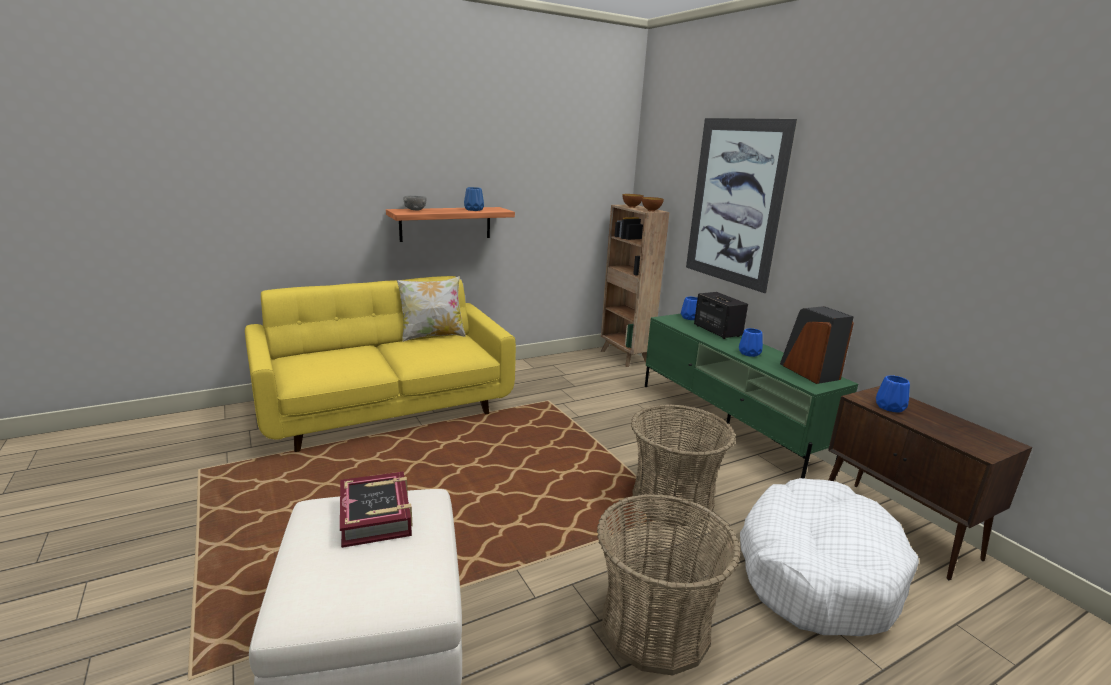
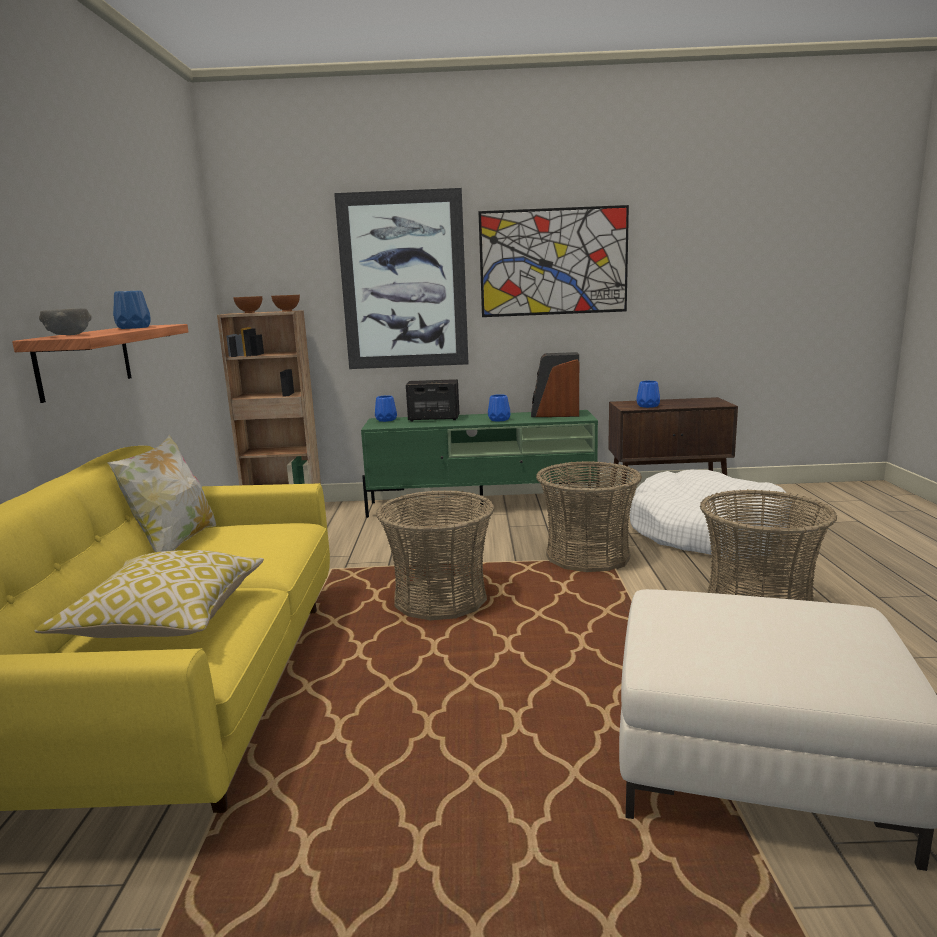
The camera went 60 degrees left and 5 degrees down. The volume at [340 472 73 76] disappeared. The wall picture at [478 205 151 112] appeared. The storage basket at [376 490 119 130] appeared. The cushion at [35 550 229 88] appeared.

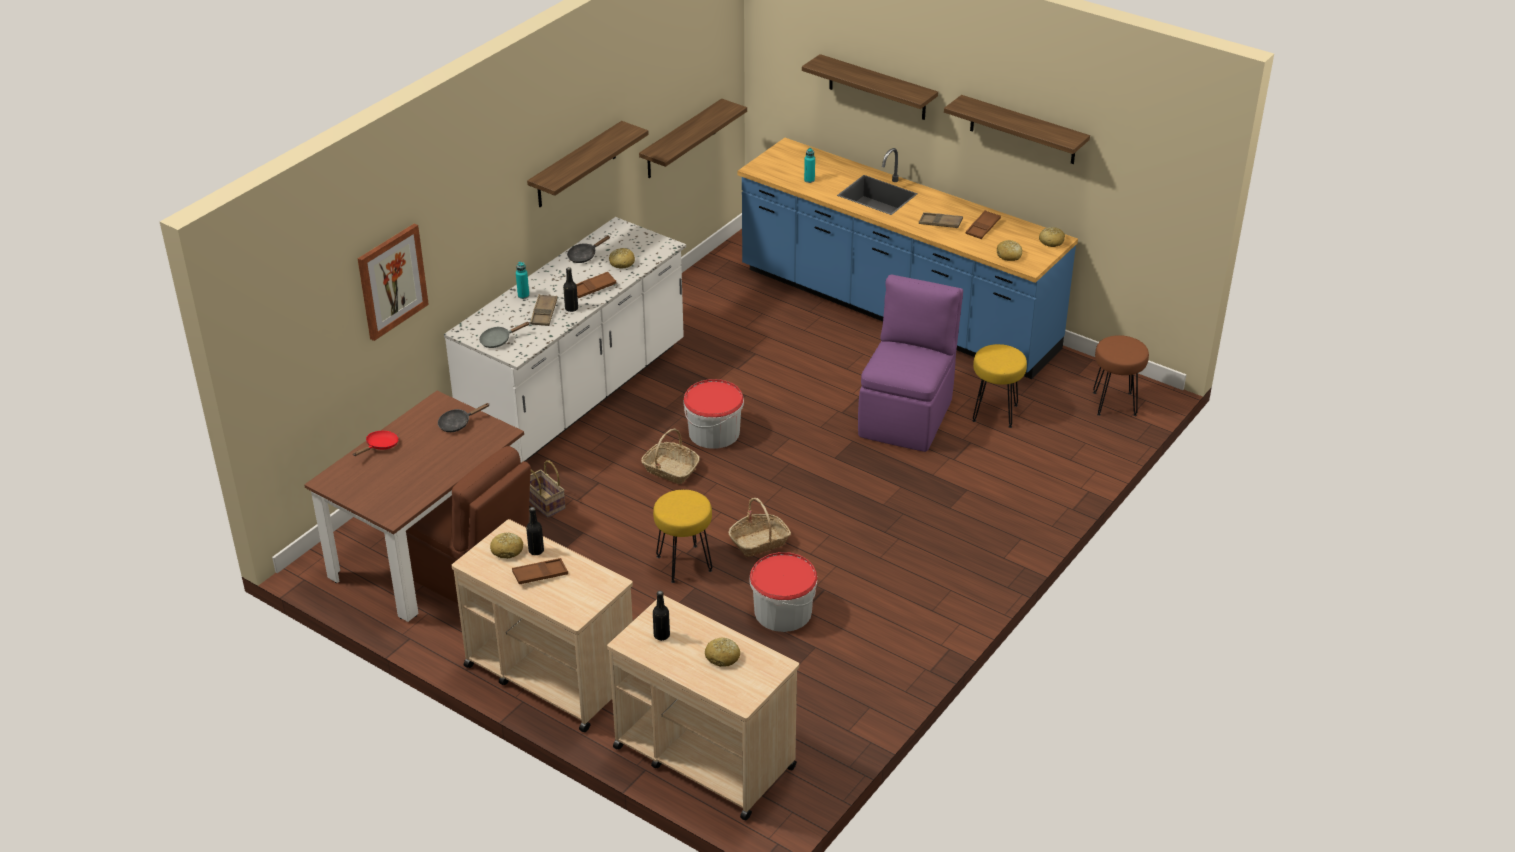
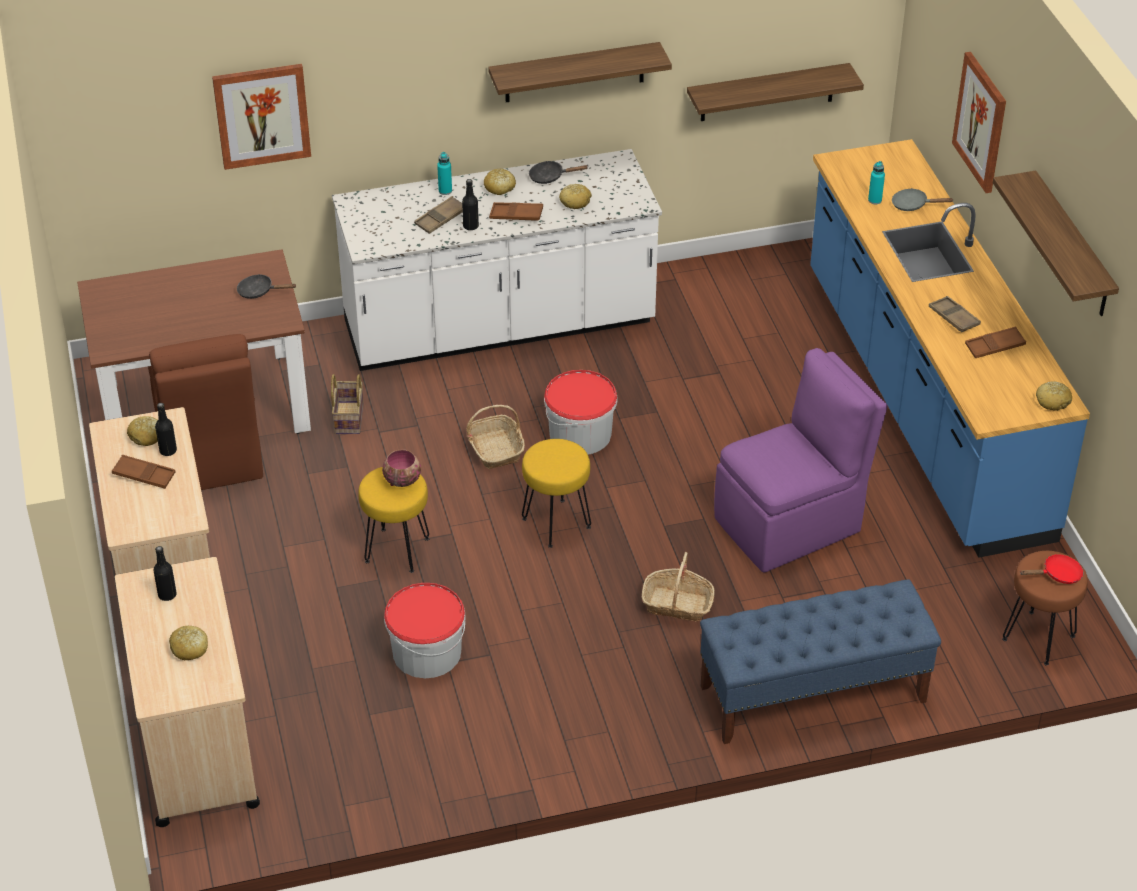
The camera went 40 degrees right and 5 degrees up. The wall shelf at [802 54 136 66] was replaced by the wall picture at [952 52 54 141]. The bakery bread moved from [997 240 25 21] to [484 169 32 26]. The gray skillet moved from [479 322 50 26] to [892 188 62 23]. The yellow sitting stool moved from [972 344 55 84] to [522 439 69 109]. The red-coloured skillet moved from [353 431 46 25] to [1019 554 65 30]. The storage basket moved from [728 498 63 59] to [642 552 72 69]. The serving bowl at [382 449 39 38] appeared. The blue bench at [700 579 241 165] appeared.

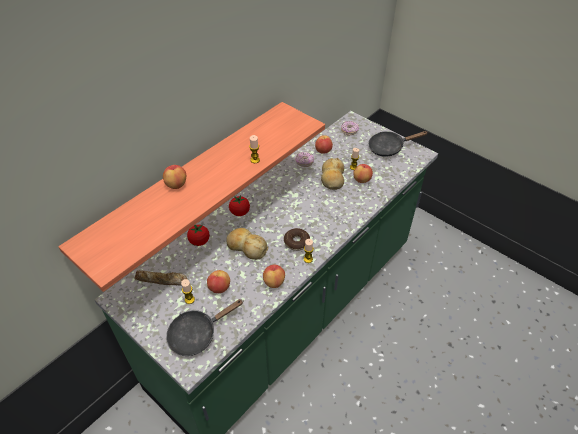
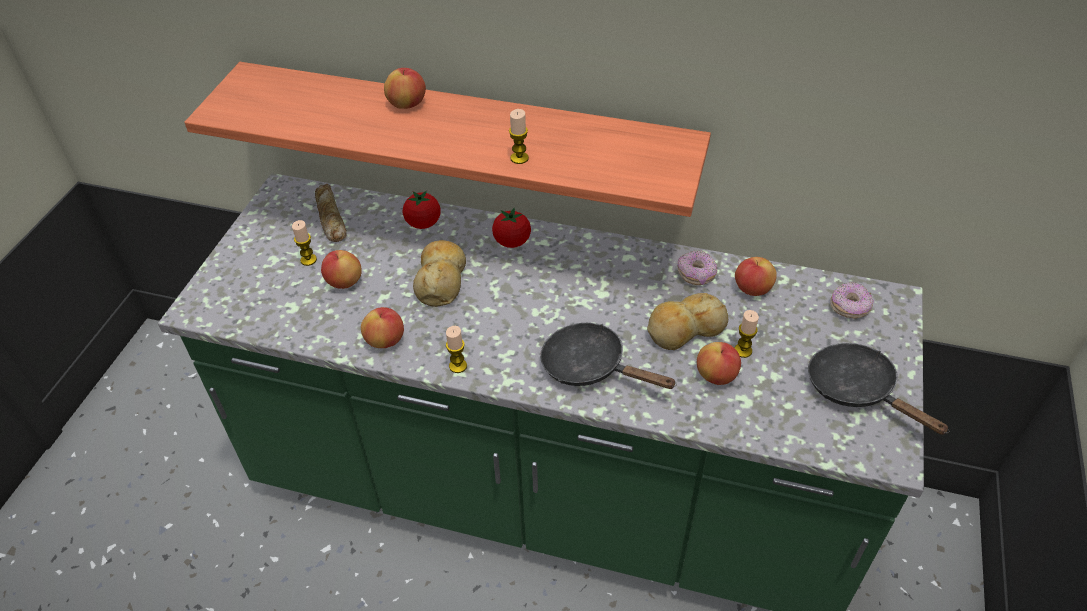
The camera went 65 degrees right and 0 degrees up. The doughnut at [284 228 26 23] disappeared. The black-coloured skillet moved from [166 299 78 57] to [540 323 137 66].

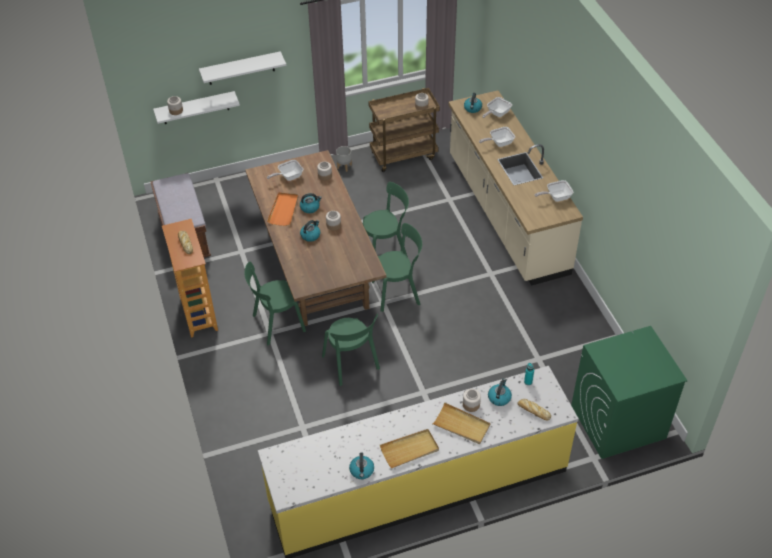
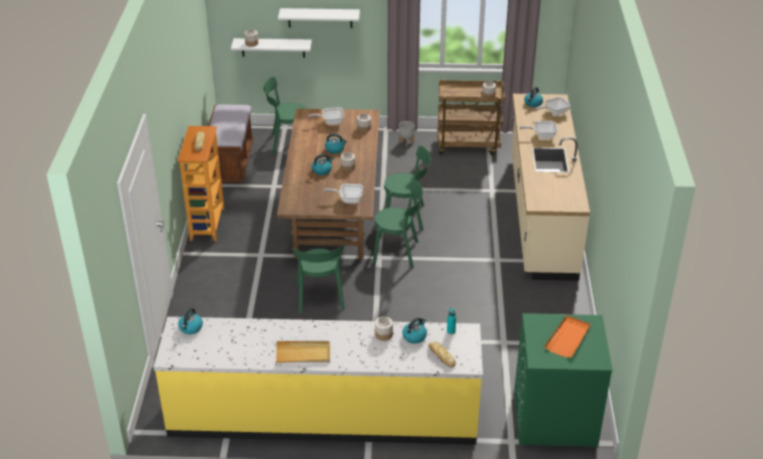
The camera went 20 degrees right and 10 degrees down. The skillet moved from [535 180 38 22] to [323 184 40 19]. The orange tray moved from [267 192 31 34] to [544 315 47 43]. The greenish chair moved from [245 262 61 83] to [263 77 43 77]. The sand-coloured tray at [433 402 57 42] disappeared. The tea kettle moved from [349 453 25 26] to [178 308 25 26].

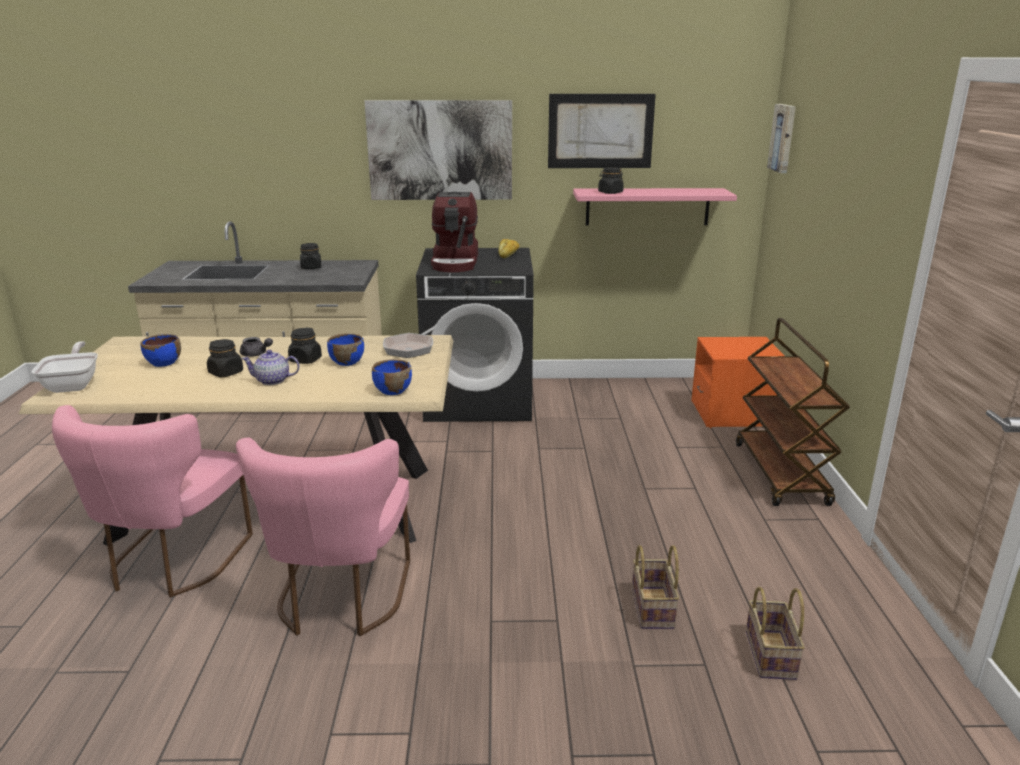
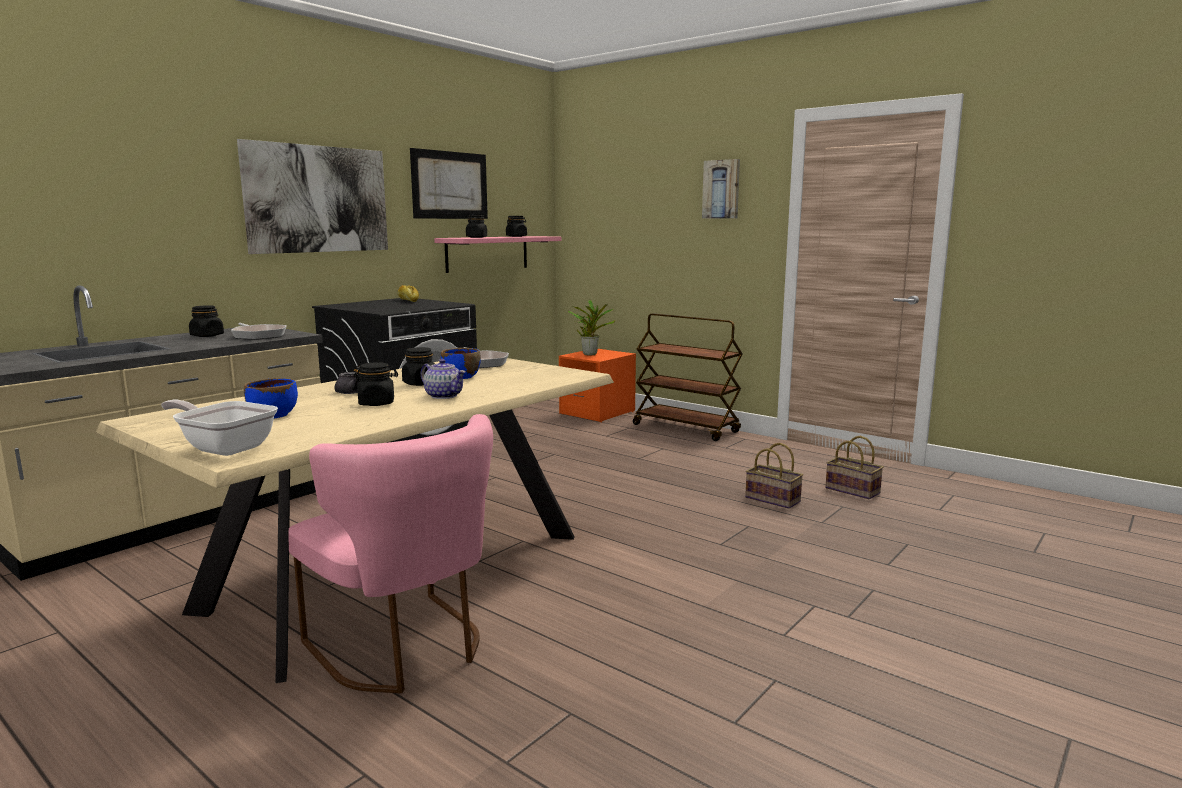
The camera went 50 degrees left and 10 degrees down. The wall picture moved from [767 104 29 69] to [702 159 38 59]. The coffee brewer at [431 192 47 80] disappeared. The teapot at [241 350 59 35] turned 90 degrees counterclockwise. The blue serving bowl at [372 359 40 36] disappeared. The pinkish chair at [236 438 174 198] disappeared. The black-coloured jar at [506 216 21 21] appeared. The houseplant at [568 300 47 55] appeared. The skillet at [231 323 56 17] appeared.

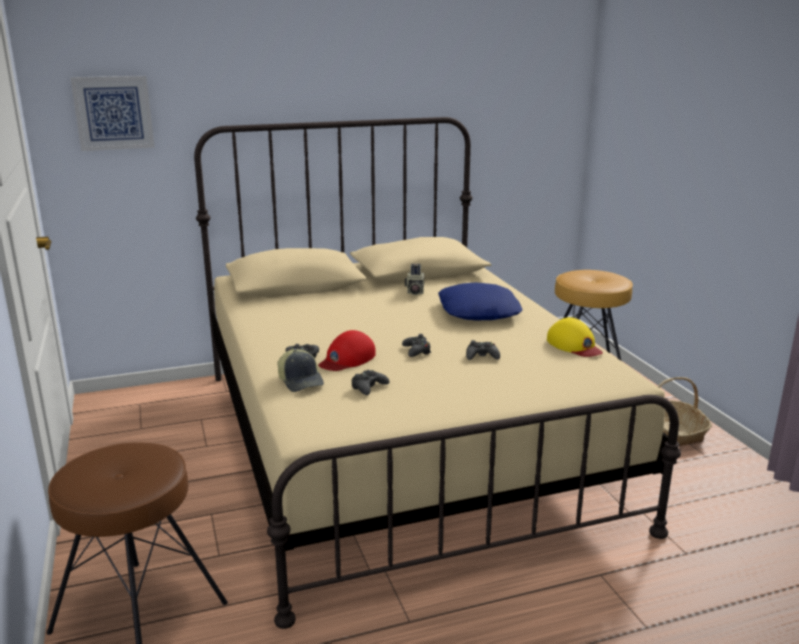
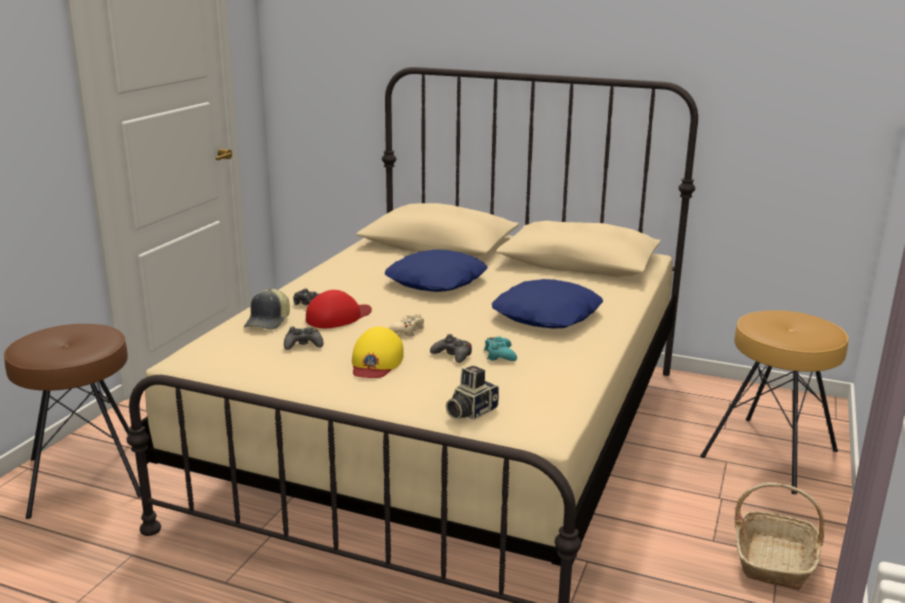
The camera went 40 degrees right and 0 degrees up. The wall picture at [70 76 85 75] disappeared. The photo camera moved from [405 264 20 31] to [446 365 53 55]. The yellow baseball cap moved from [547 317 56 40] to [352 327 52 51]. The red-coloured baseball cap at [318 330 58 41] turned 150 degrees clockwise. The black-coloured game controller at [402 334 29 23] became the sand-coloured game controller at [388 313 36 23]. The blue cushion at [385 249 102 43] appeared. The blue-green game controller at [484 336 33 25] appeared.

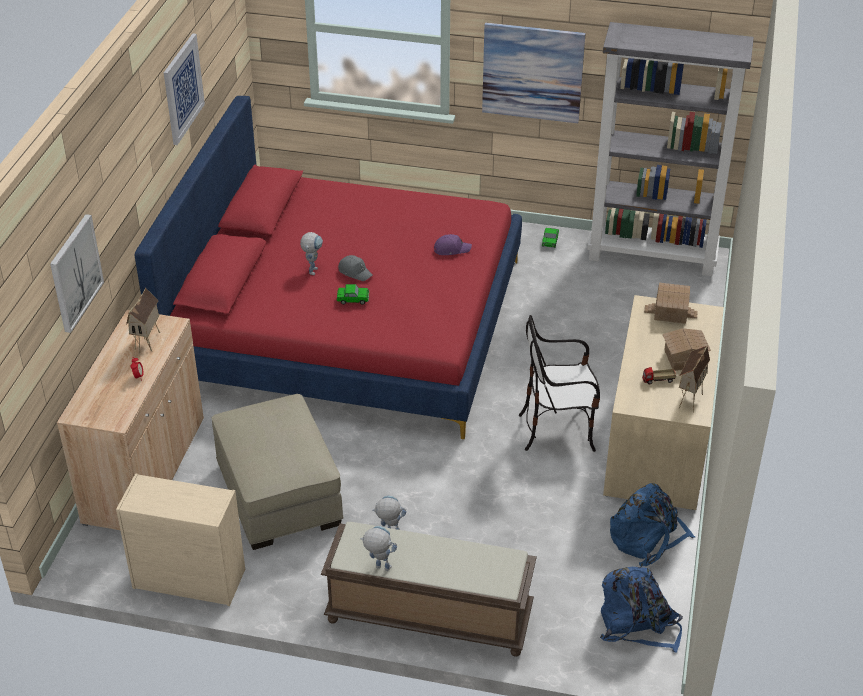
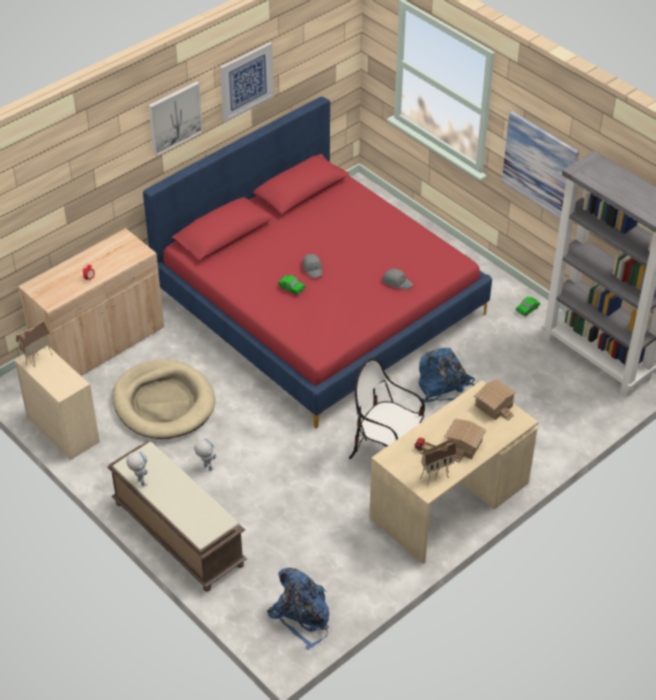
The camera went 35 degrees right and 5 degrees up. The wall picture moved from [50 214 54 119] to [148 81 55 75]. The model robot at [300 232 23 43] disappeared. The purple-coloured baseball cap at [434 234 38 21] became the gray baseball cap at [382 269 31 21]. The miniature house moved from [126 287 34 66] to [16 320 36 48]. The sand-coloured ottoman at [212 394 132 156] was replaced by the sand-coloured pet bed at [113 359 102 80]. The blue rucksack moved from [610 483 85 84] to [419 348 56 55].

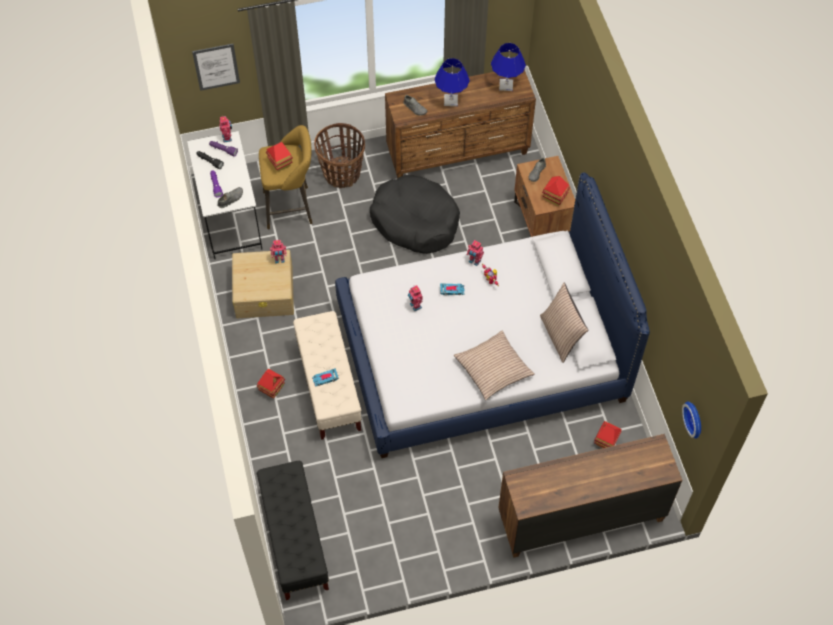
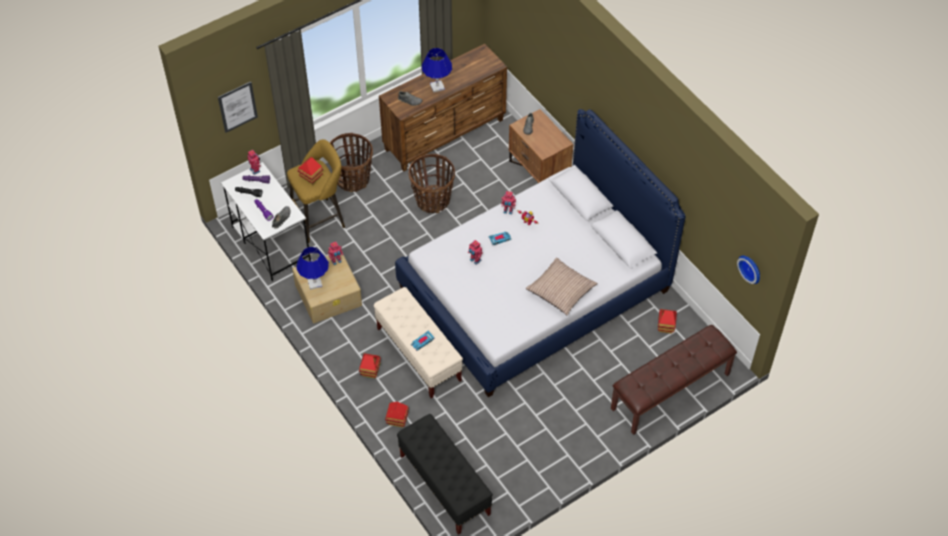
The camera went 20 degrees left and 5 degrees down. The blue lamp for a table moved from [491 43 35 48] to [296 247 33 43]. The black-coloured pet bed at [370 175 90 79] was replaced by the storage basket at [409 154 46 59]. The miniature house moved from [542 176 28 30] to [385 402 24 25]. The cushion at [540 283 48 80] disappeared. The brownish chest of drawers at [498 434 184 124] was replaced by the brownish bench at [611 325 126 110].

